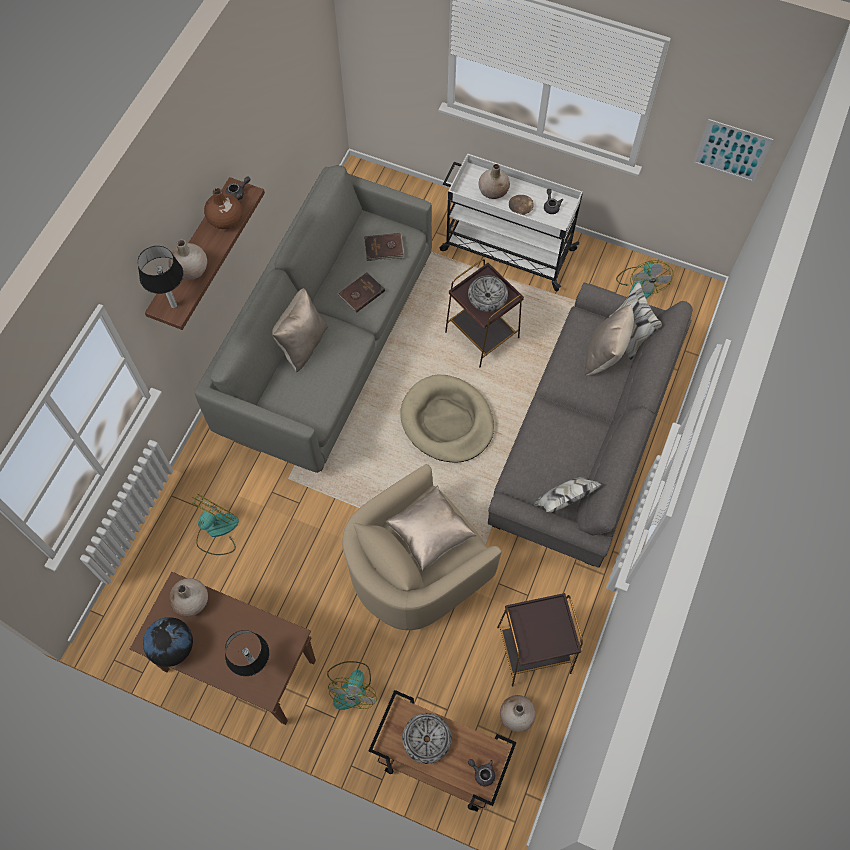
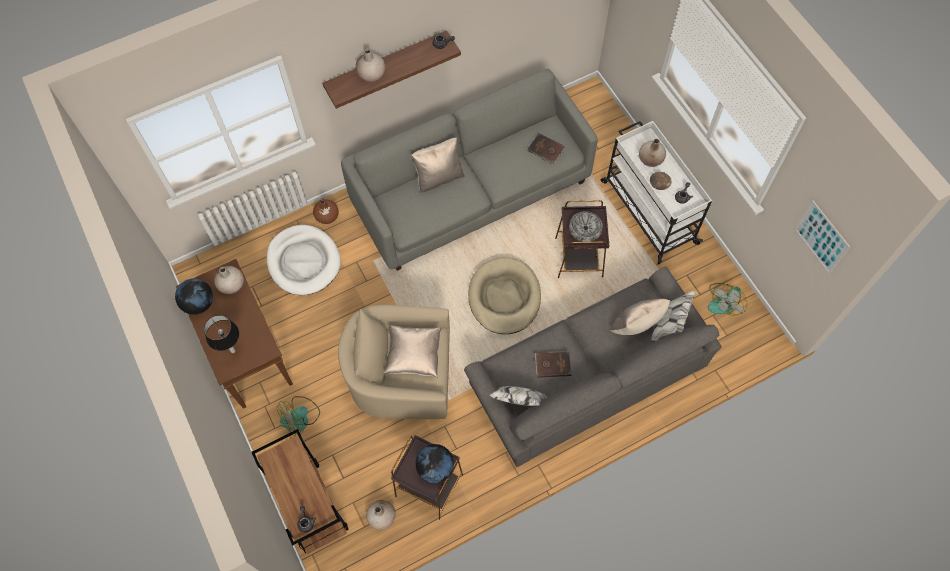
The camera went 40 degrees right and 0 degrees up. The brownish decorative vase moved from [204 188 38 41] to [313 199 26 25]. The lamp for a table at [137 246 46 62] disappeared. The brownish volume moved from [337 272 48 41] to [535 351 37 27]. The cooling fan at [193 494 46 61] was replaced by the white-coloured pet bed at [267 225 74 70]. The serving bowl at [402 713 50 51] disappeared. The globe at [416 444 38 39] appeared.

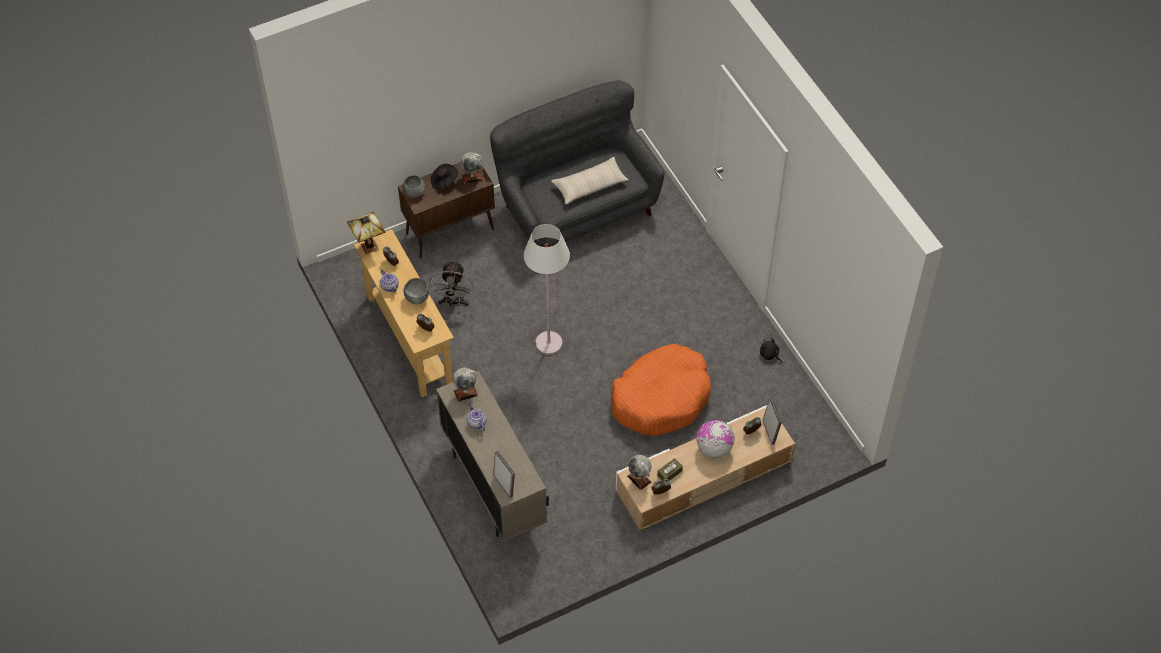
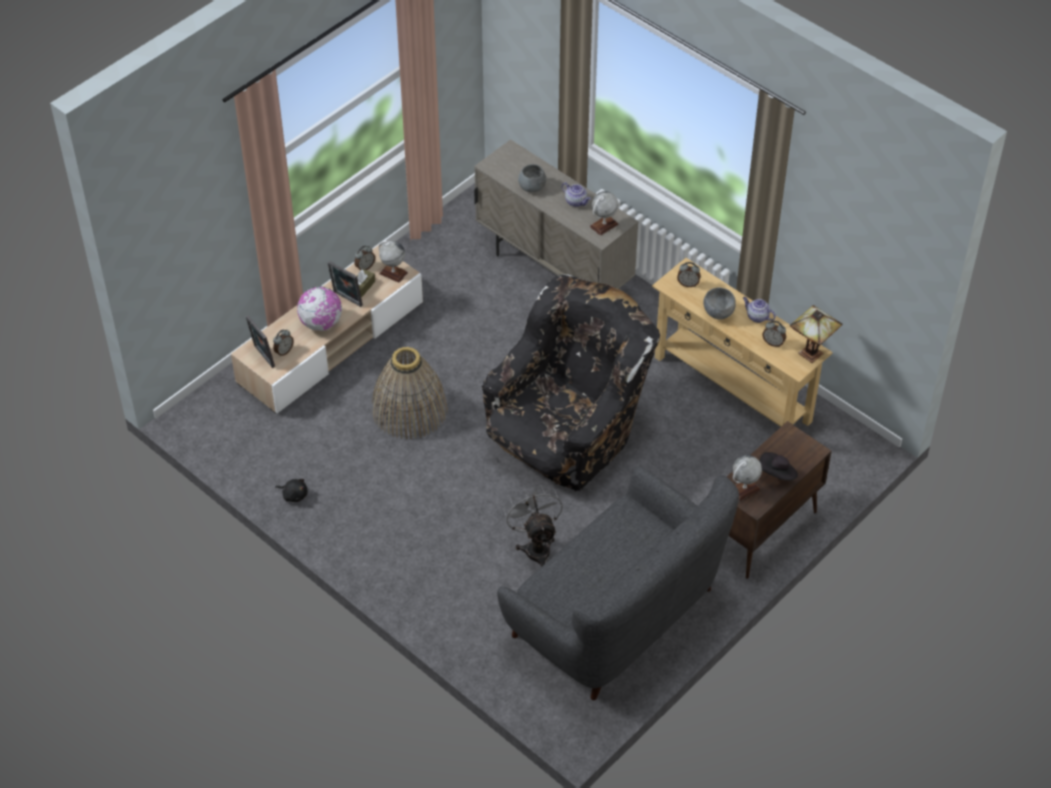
The camera went 160 degrees right and 5 degrees down. The sand-coloured cushion at [551 157 77 47] disappeared. The gray serving bowl moved from [403 175 22 23] to [518 164 28 28]. The white-coloured standing lamp at [524 224 46 131] was replaced by the black-coloured armchair at [482 275 178 216]. The gray cooling fan moved from [429 260 44 47] to [504 485 59 82]. The orange pet bed at [611 344 100 92] was replaced by the storage basket at [372 347 76 93]. The standing frame moved from [493 450 22 48] to [328 261 35 46].

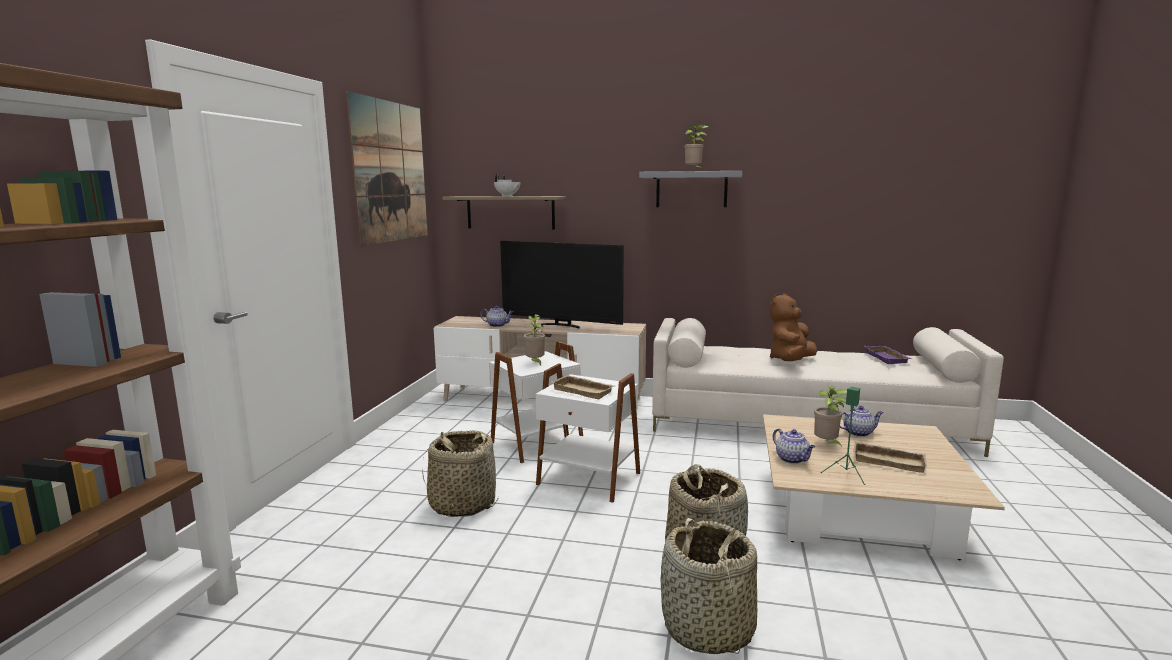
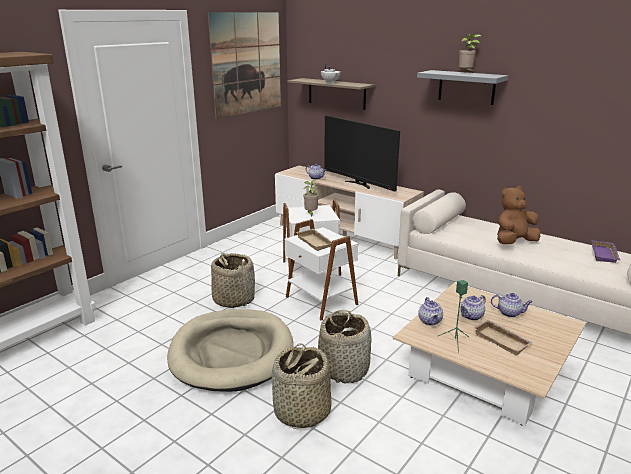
The camera went 25 degrees right and 10 degrees up. The houseplant at [814 386 33 61] was replaced by the teapot at [460 295 26 26]. The sand-coloured pet bed at [167 309 126 83] appeared.

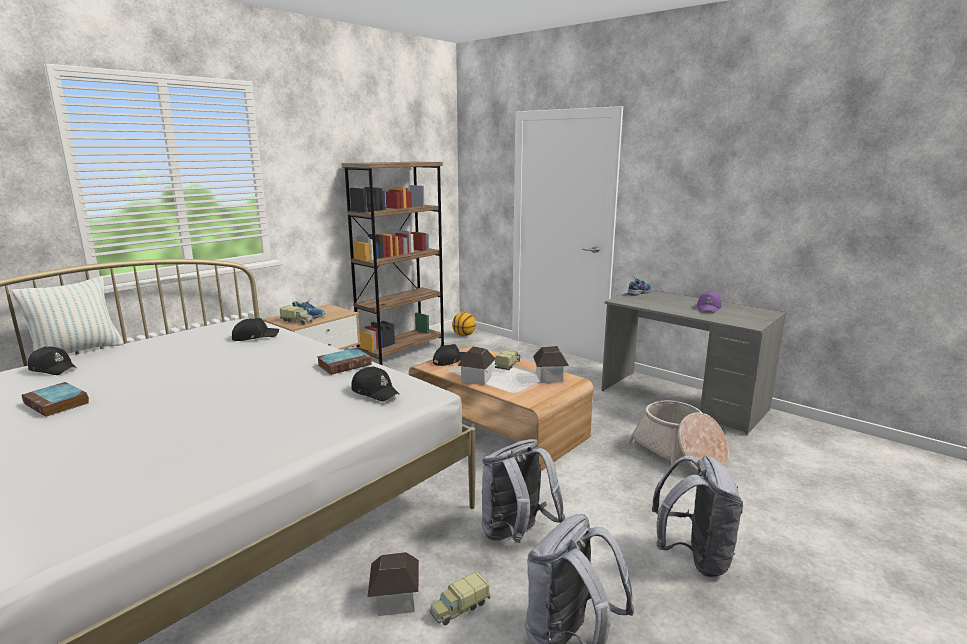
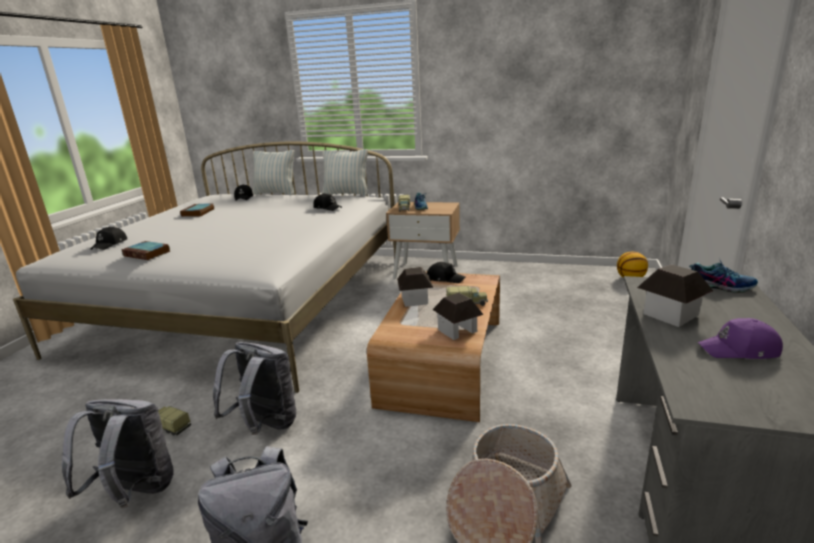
The camera went 65 degrees right and 5 degrees up. The brownish shelving unit at [342 162 103 203] disappeared. The volume moved from [317 348 54 27] to [122 241 49 19]. The black-coloured baseball cap moved from [351 367 49 34] to [90 226 37 24]. The miniature house moved from [367 552 52 64] to [637 265 76 62]. The cushion at [322 149 46 47] appeared.

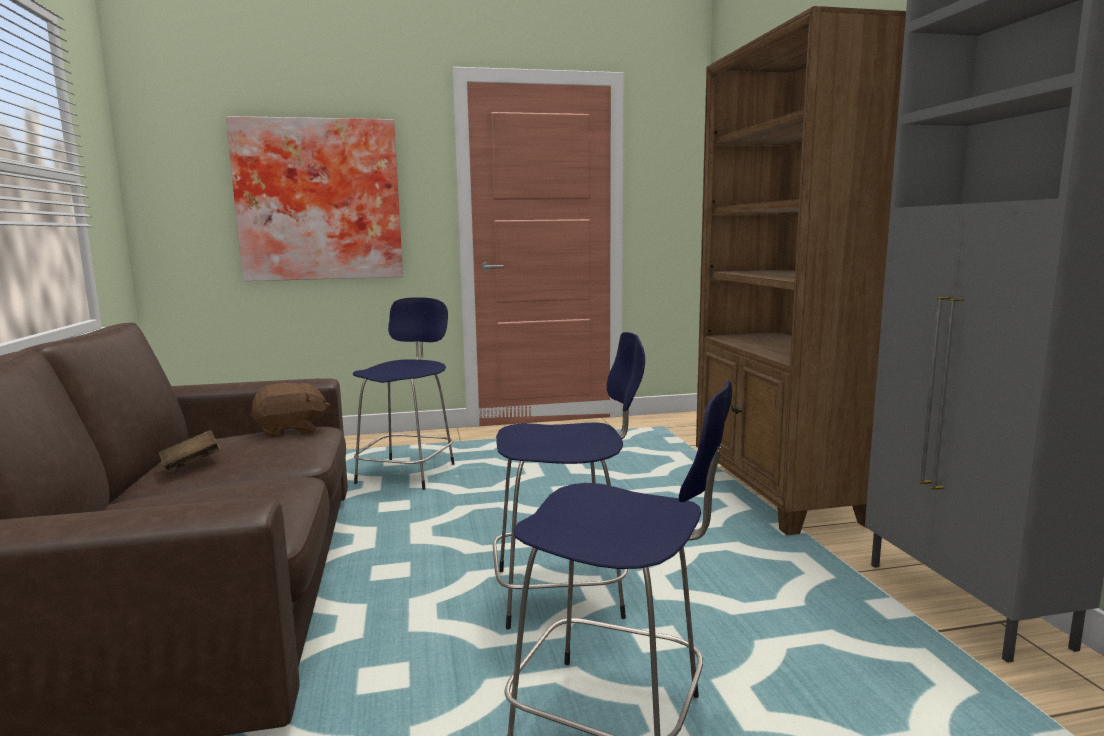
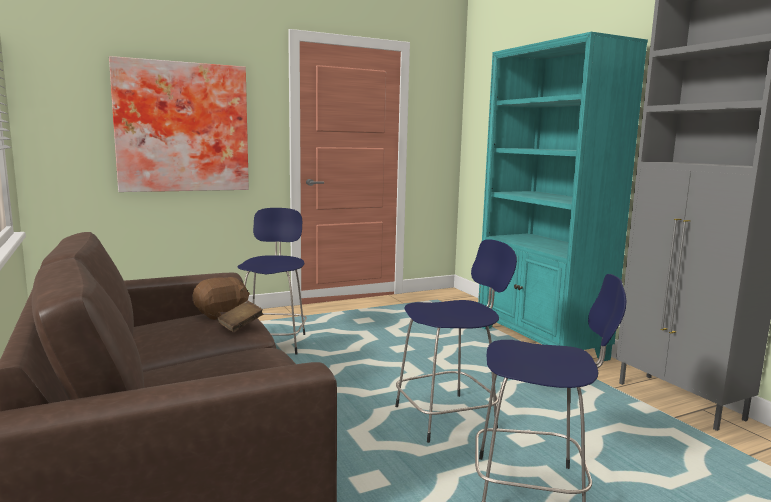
The camera went 15 degrees left and 0 degrees up. The brownish shelving unit at [696 6 210 529] became the blue-green shelving unit at [478 32 170 329]. The brownish volume moved from [159 430 62 43] to [217 301 46 31].

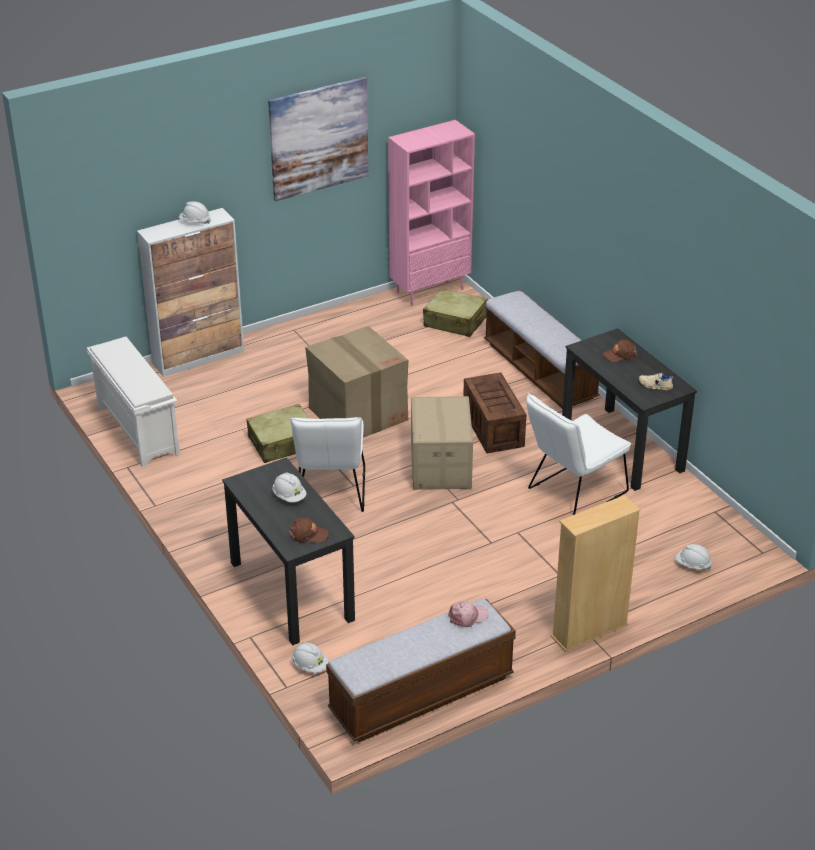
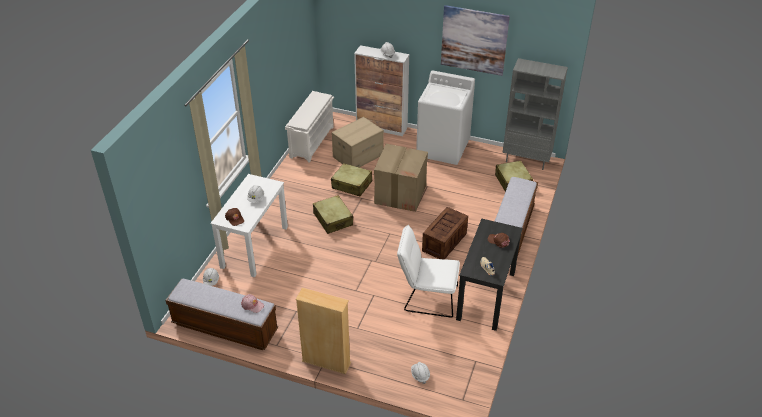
The camera went 50 degrees right and 5 degrees up. The pinkish shelving unit at [388 120 87 186] became the gray shelving unit at [503 58 65 112]. The cardboard box moved from [411 396 62 94] to [332 117 52 51]. The white-coloured chair at [290 417 75 95] was replaced by the sand-coloured travel case at [313 195 40 39]. The black-coloured desk unit at [222 457 133 188] became the white-coloured desk unit at [210 174 78 103]. The white-coloured laundry machine at [416 71 59 94] appeared.

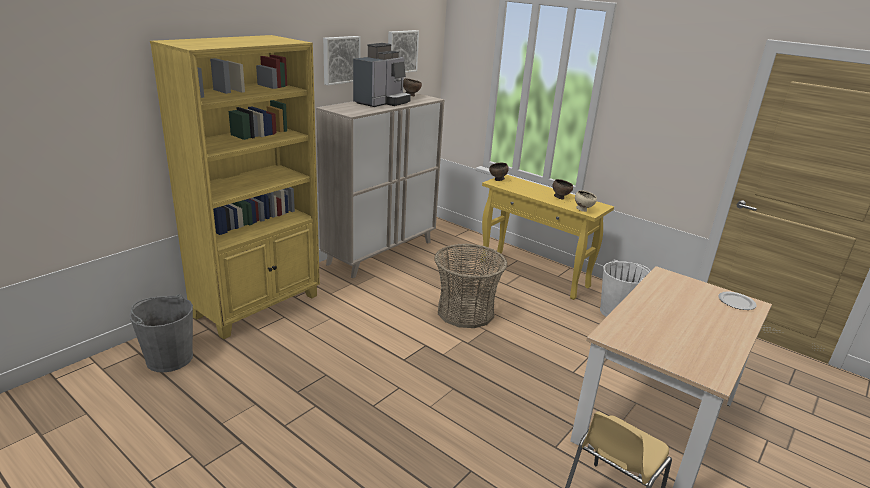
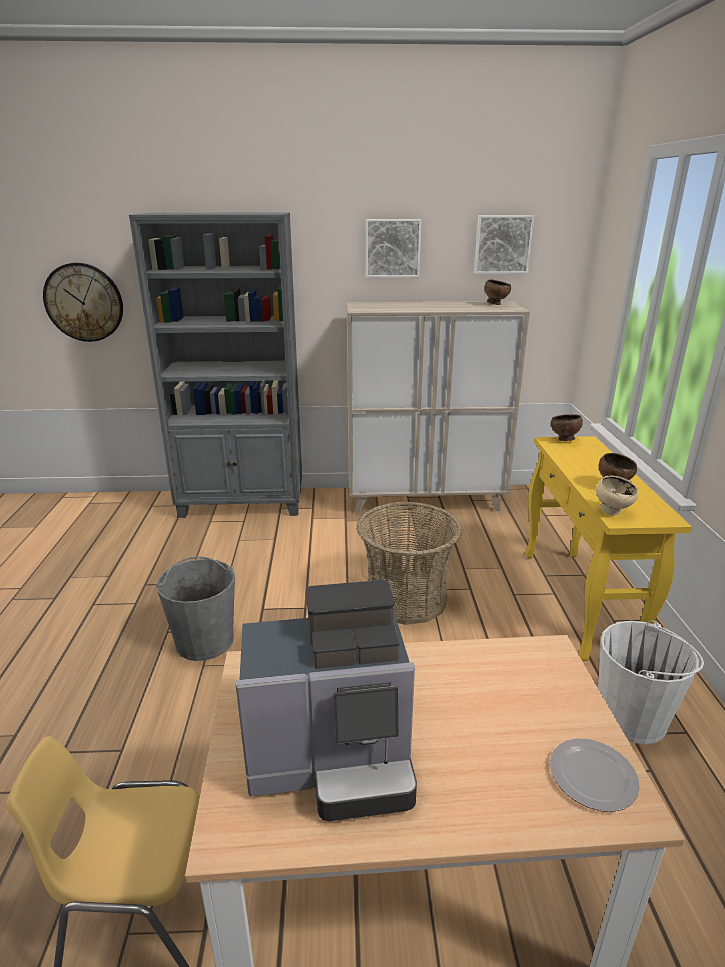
The camera went 50 degrees right and 0 degrees up. The yellow shelving unit at [150 35 170 304] became the gray shelving unit at [129 213 173 305]. The coffee brewer moved from [353 43 58 64] to [236 580 181 241]. The gray water bucket moved from [129 294 64 78] to [156 556 79 105]. The clock on the wall at [43 263 80 79] appeared.

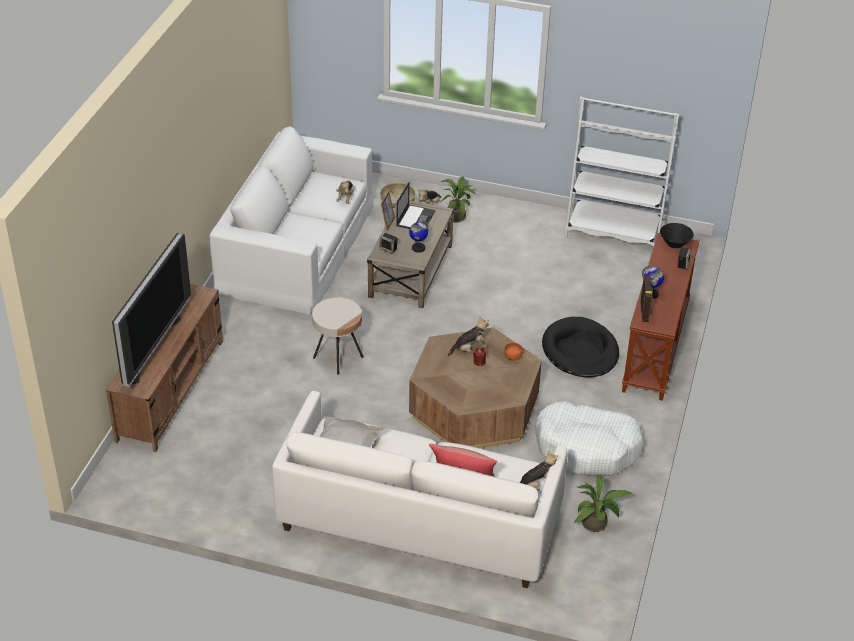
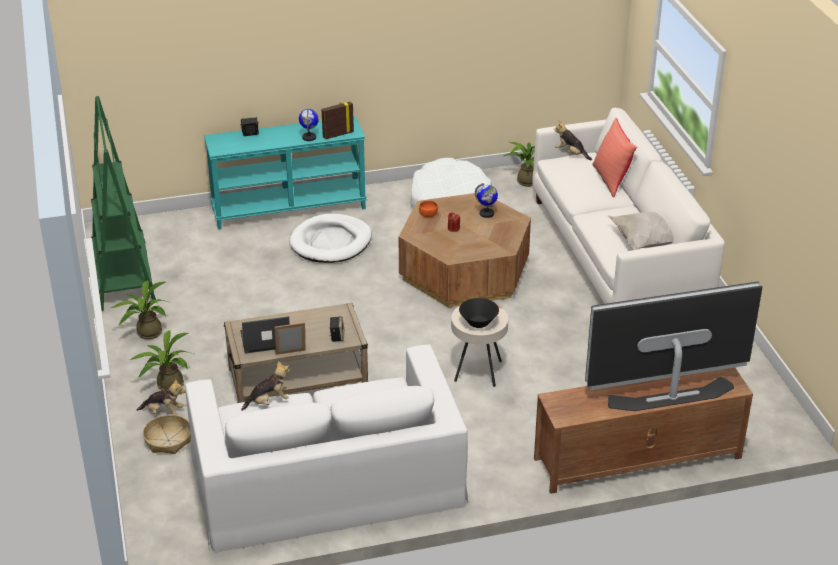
The camera went 120 degrees left and 5 degrees down. The white-coloured shelving unit at [565 97 114 150] became the greenish shelving unit at [91 96 65 215]. The globe moved from [409 221 20 31] to [475 183 23 35]. The black-coloured serving bowl moved from [660 223 34 25] to [459 298 40 30]. The brownish hall table at [622 233 77 168] became the blue-green hall table at [204 116 163 113]. The cuddly toy at [448 316 41 40] disappeared. The black-coloured pet bed at [542 317 77 61] became the white-coloured pet bed at [289 214 83 49]. The houseplant at [111 280 60 59] appeared.

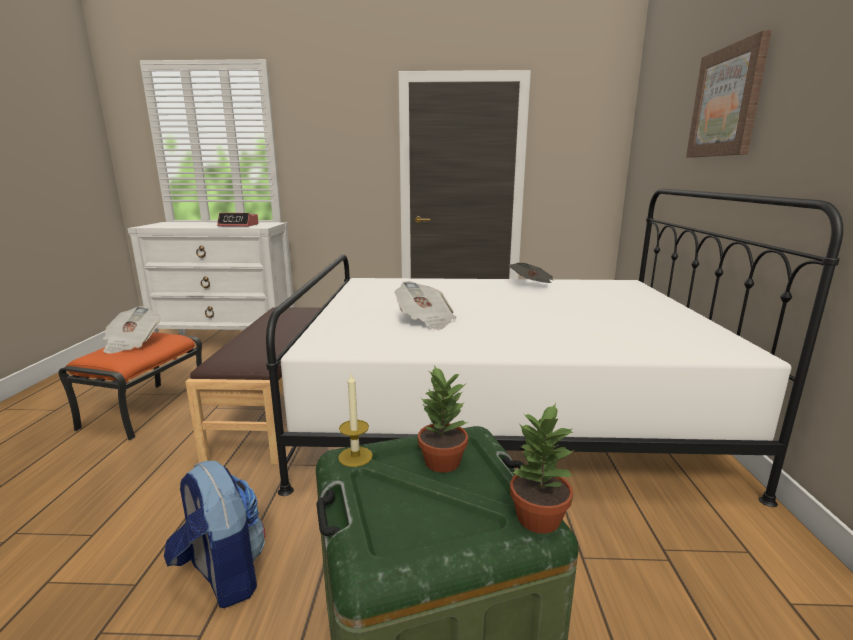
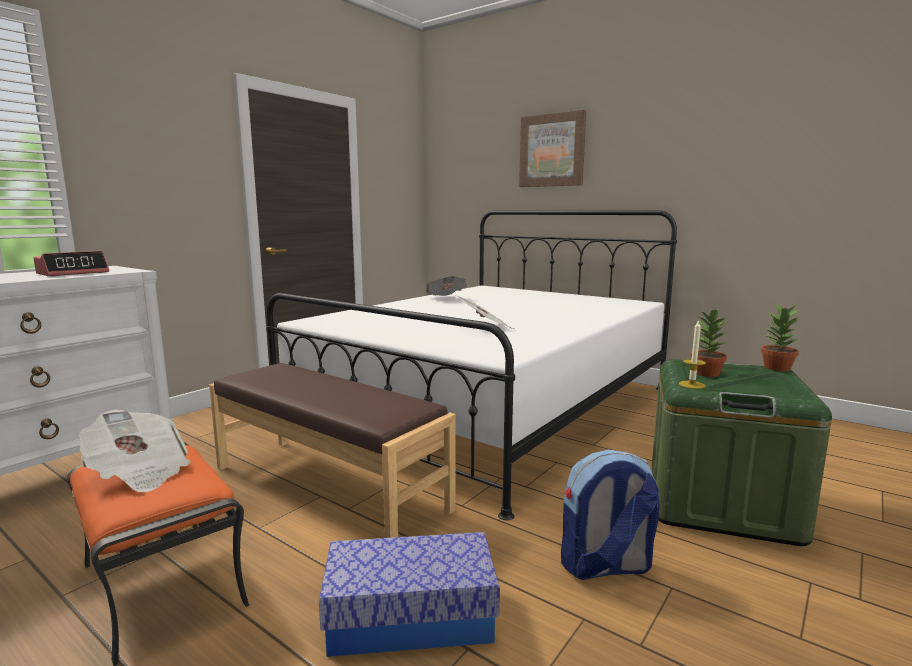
The camera went 55 degrees left and 5 degrees down. The storage box at [319 532 181 125] appeared.

